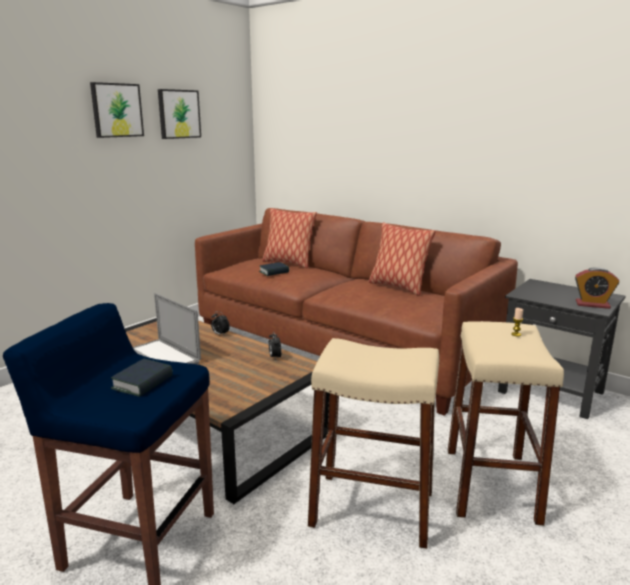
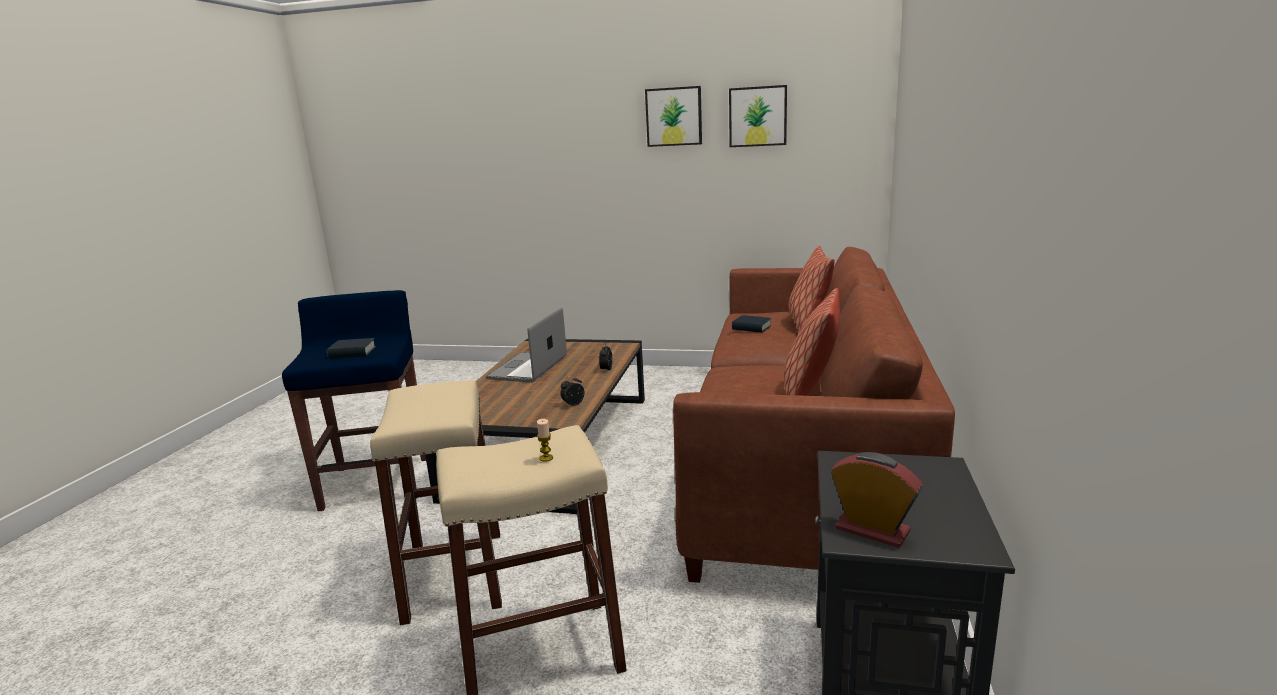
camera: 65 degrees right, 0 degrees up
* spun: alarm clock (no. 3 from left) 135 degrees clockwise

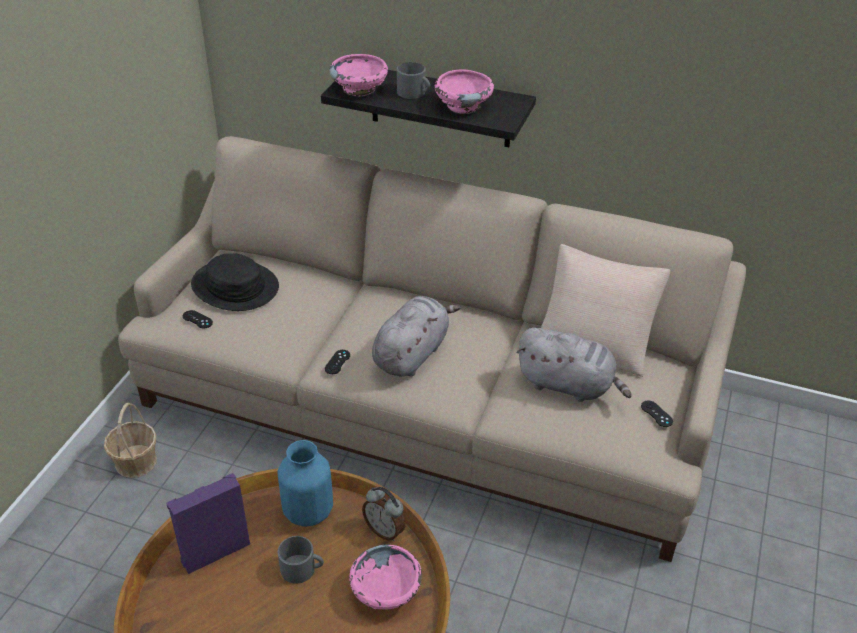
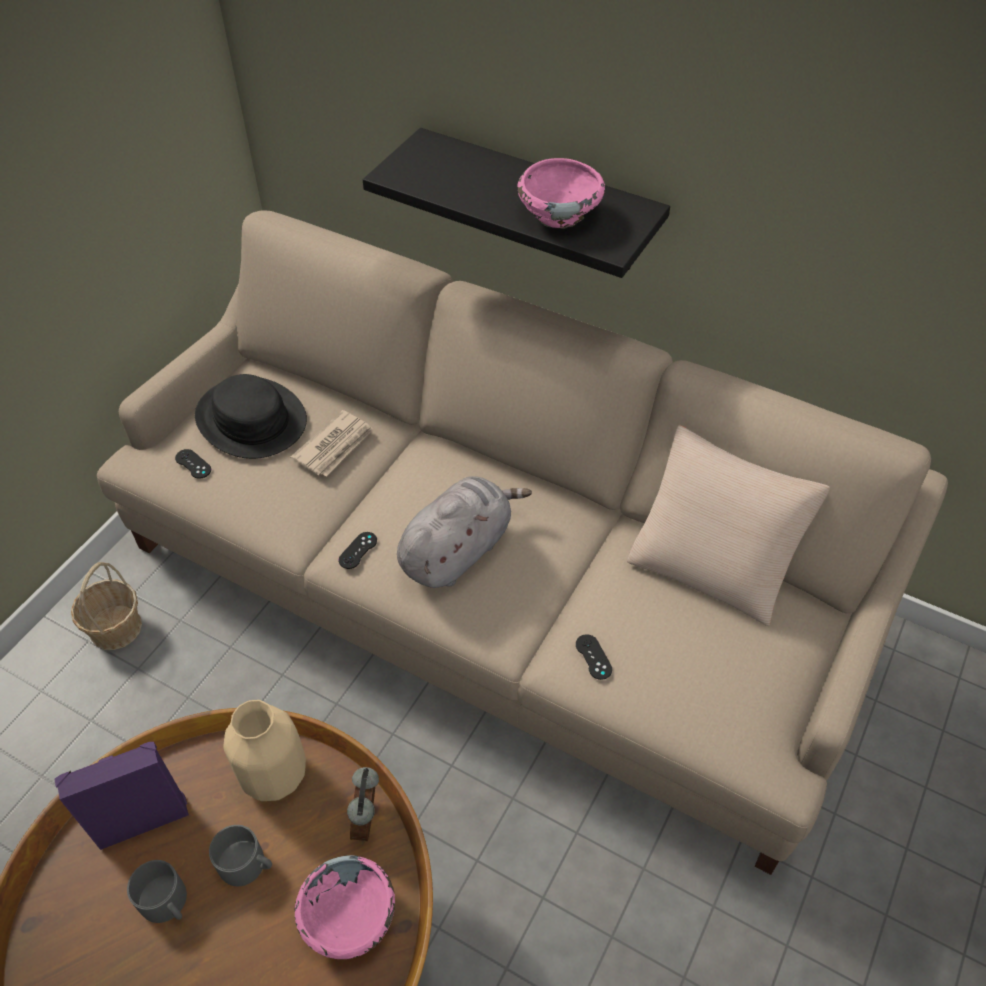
camera: 10 degrees right, 10 degrees up
* colour: blue vase to beige vase
* missing: pink bowl (no. 1 from left)
* spun: alarm clock 45 degrees clockwise
* relocated: grey mug (no. 2 from left in the first image) to grey mug (no. 1 from left)
* missing: grey plush toy (no. 2 from left)
* relocated: black game controller (no. 3 from left)
* appeared: newspaper

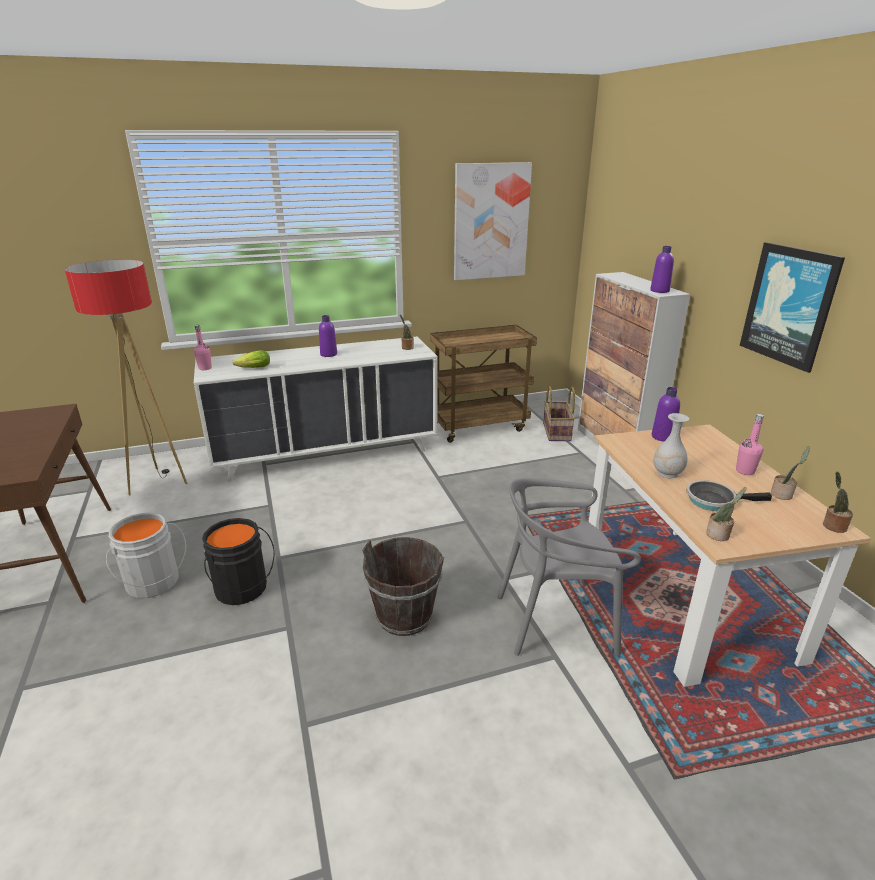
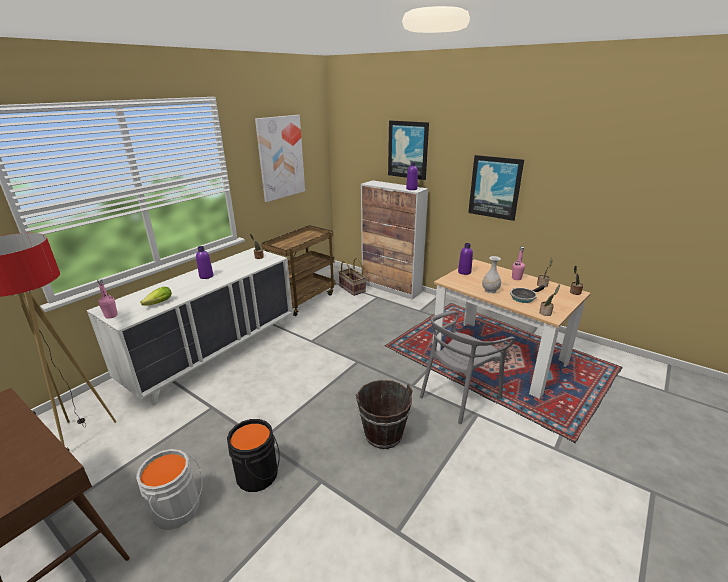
camera: 35 degrees left, 0 degrees up
* appeared: picture (no. 2 from left)

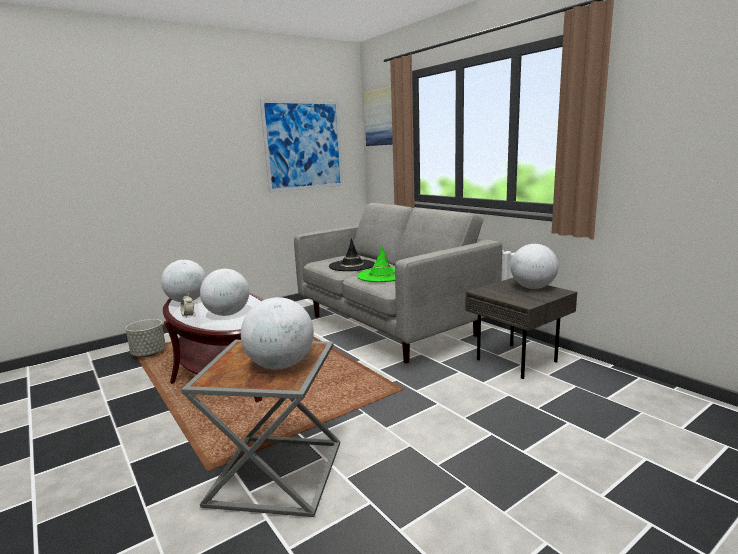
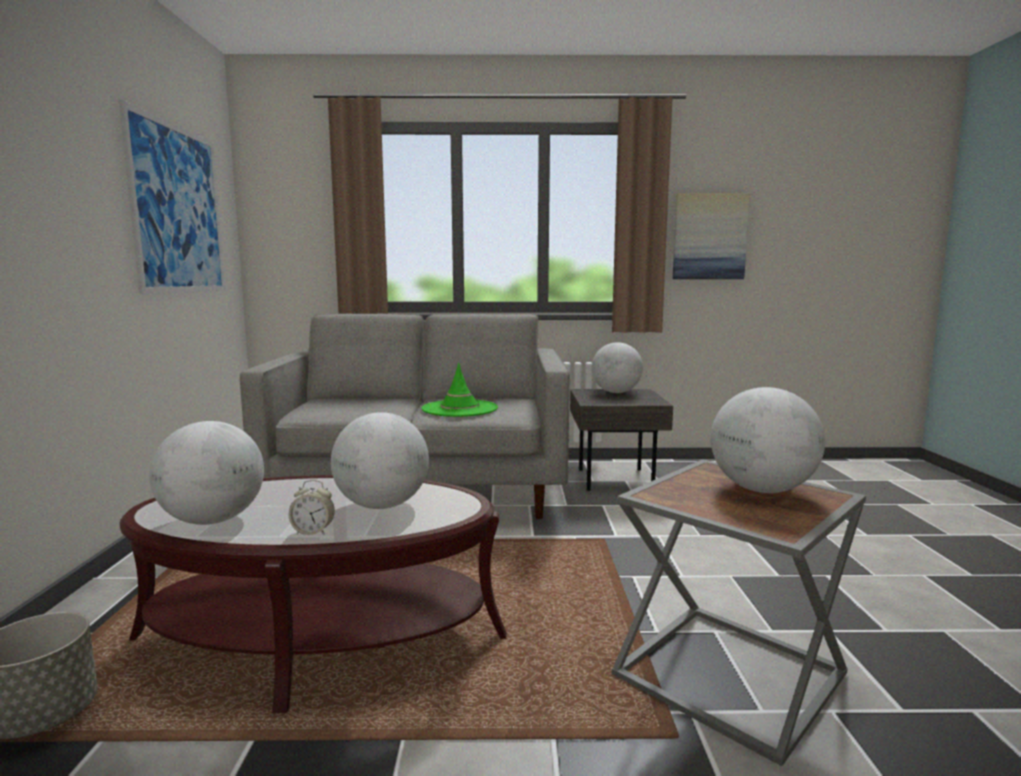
camera: 55 degrees left, 5 degrees down
* missing: black hat
* relocated: picture (no. 2 from left)

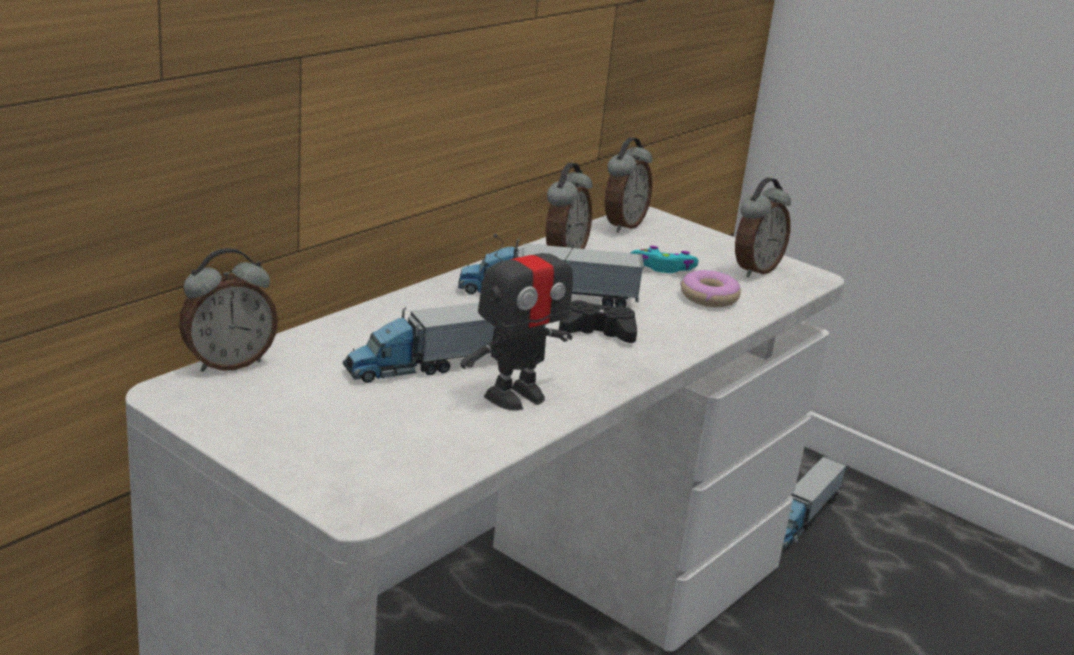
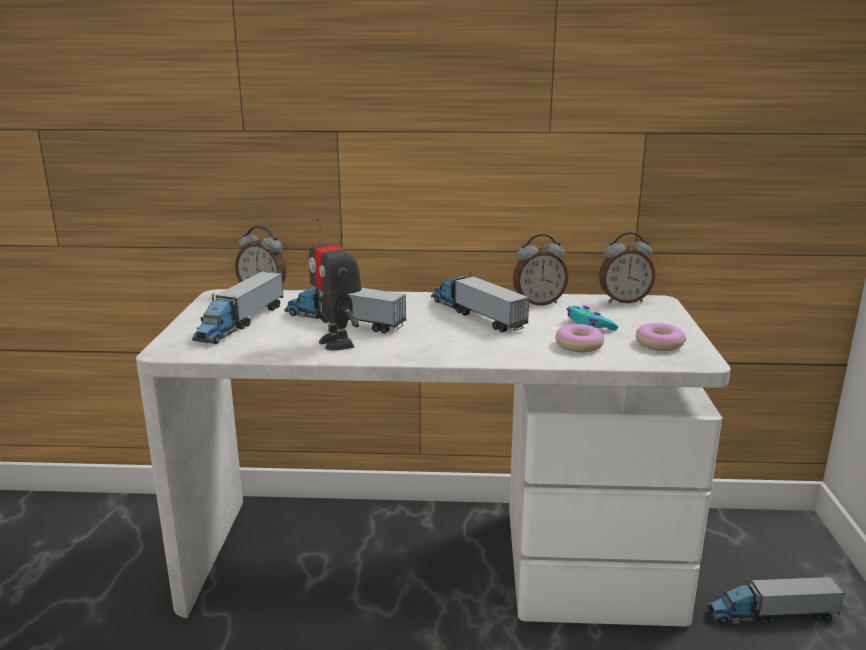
camera: 55 degrees right, 5 degrees down
* spun: toy robot 45 degrees clockwise
* missing: black game controller
* exchanged: alarm clock (no. 4 from left) to donut (no. 2 from left)
* appeared: toy truck (no. 1 from left)

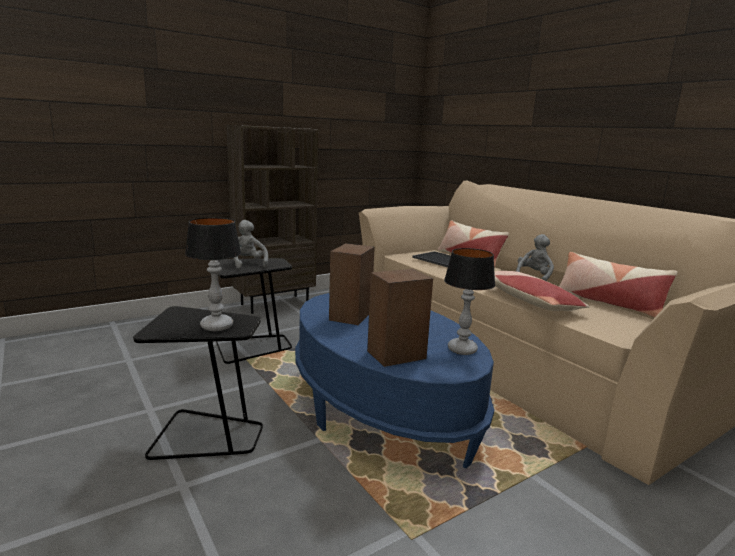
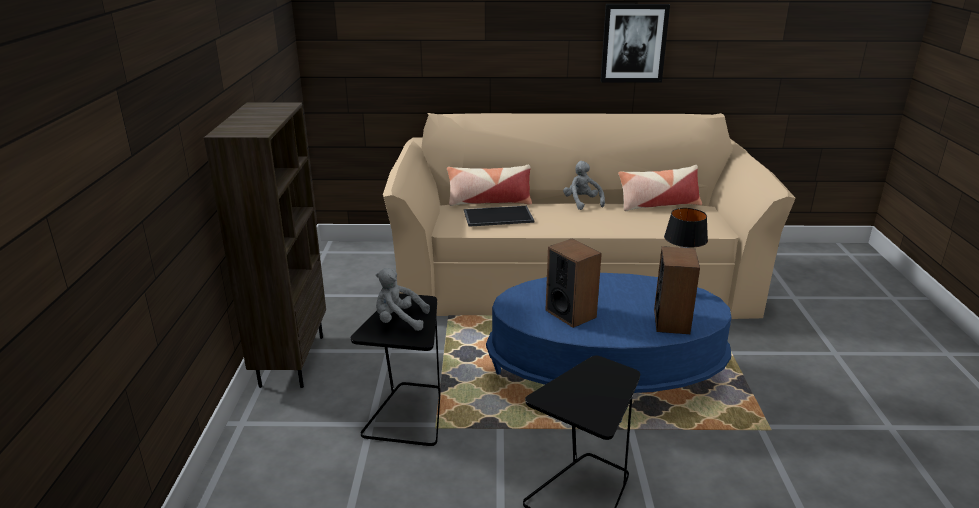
camera: 55 degrees left, 10 degrees up
* missing: table lamp (no. 1 from left)
* missing: pillow (no. 2 from left)
* appeared: picture

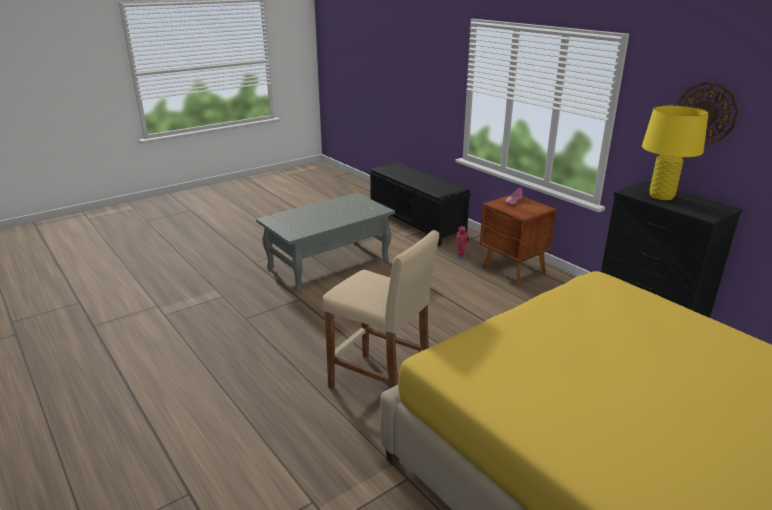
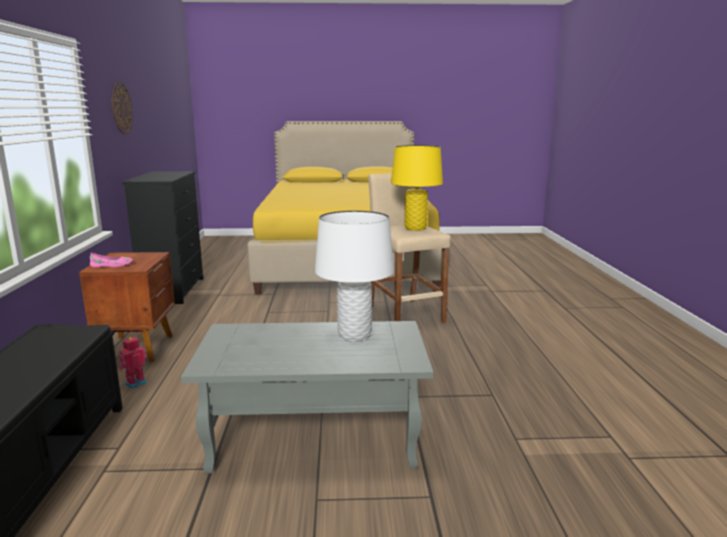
camera: 145 degrees left, 10 degrees down
* relocated: yellow table lamp
* appeared: white table lamp

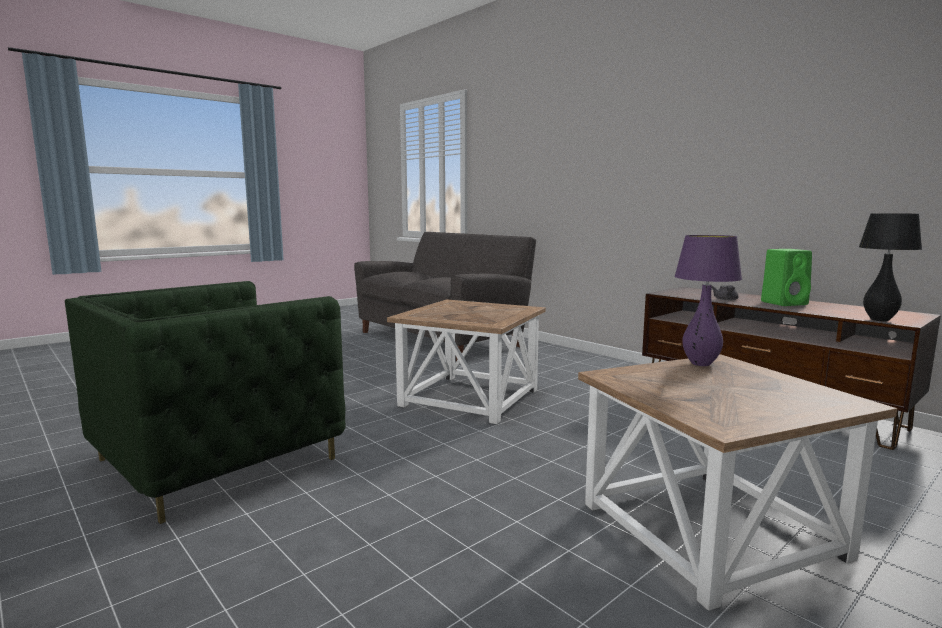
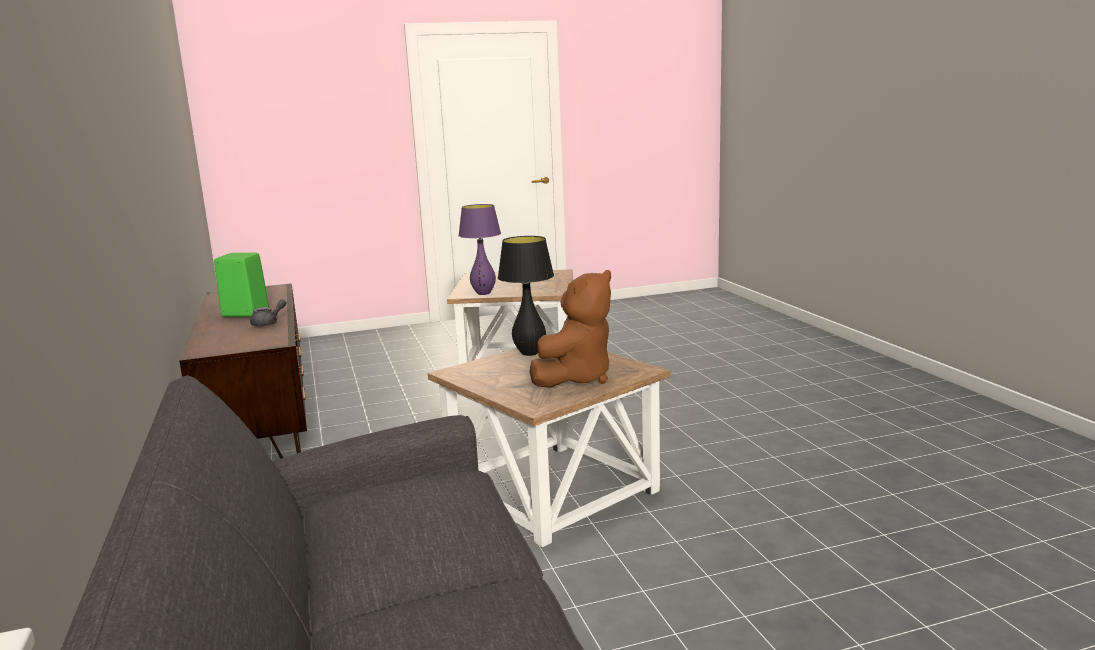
camera: 155 degrees left, 5 degrees up
* missing: green armchair
* relocated: black table lamp
* appeared: brown plush toy

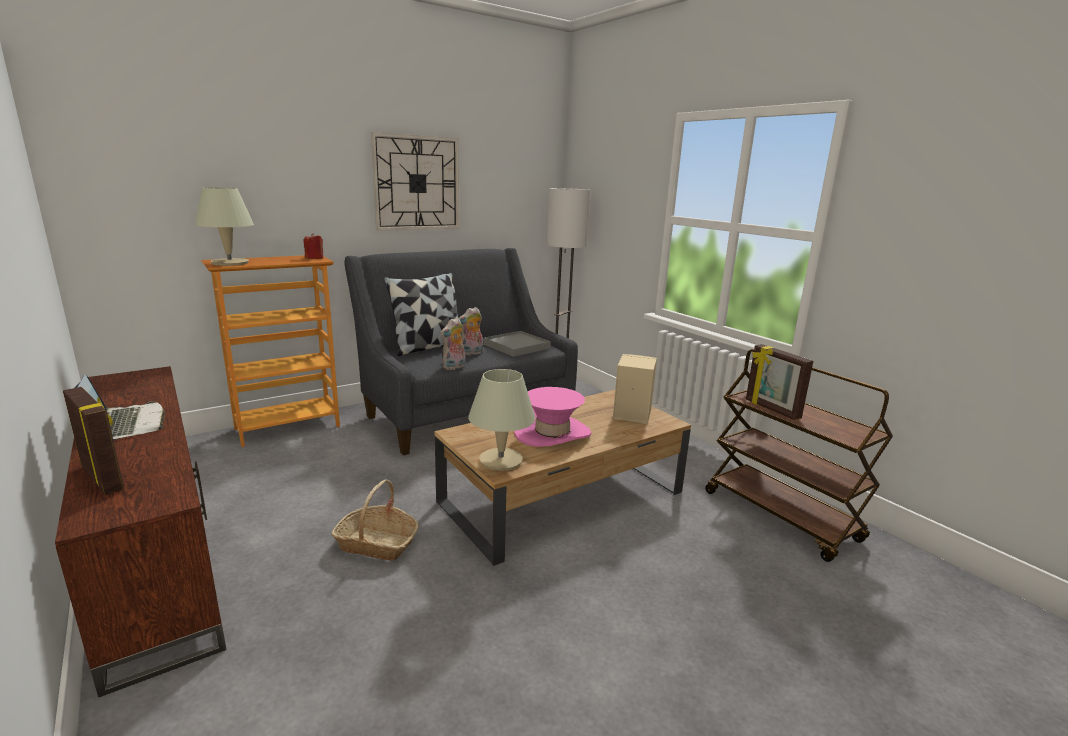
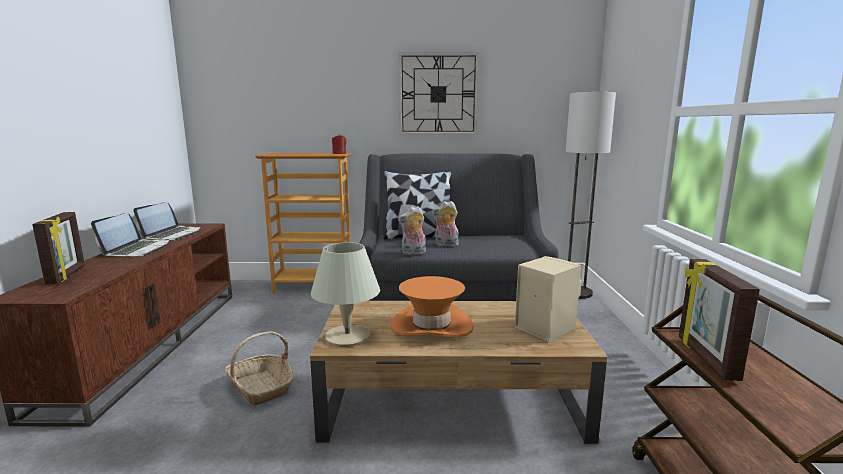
camera: 35 degrees right, 5 degrees down
* missing: beige table lamp (no. 1 from left)
* missing: grey tray
* colour: pink hat to orange hat
* appeared: laptop (no. 2 from left)

